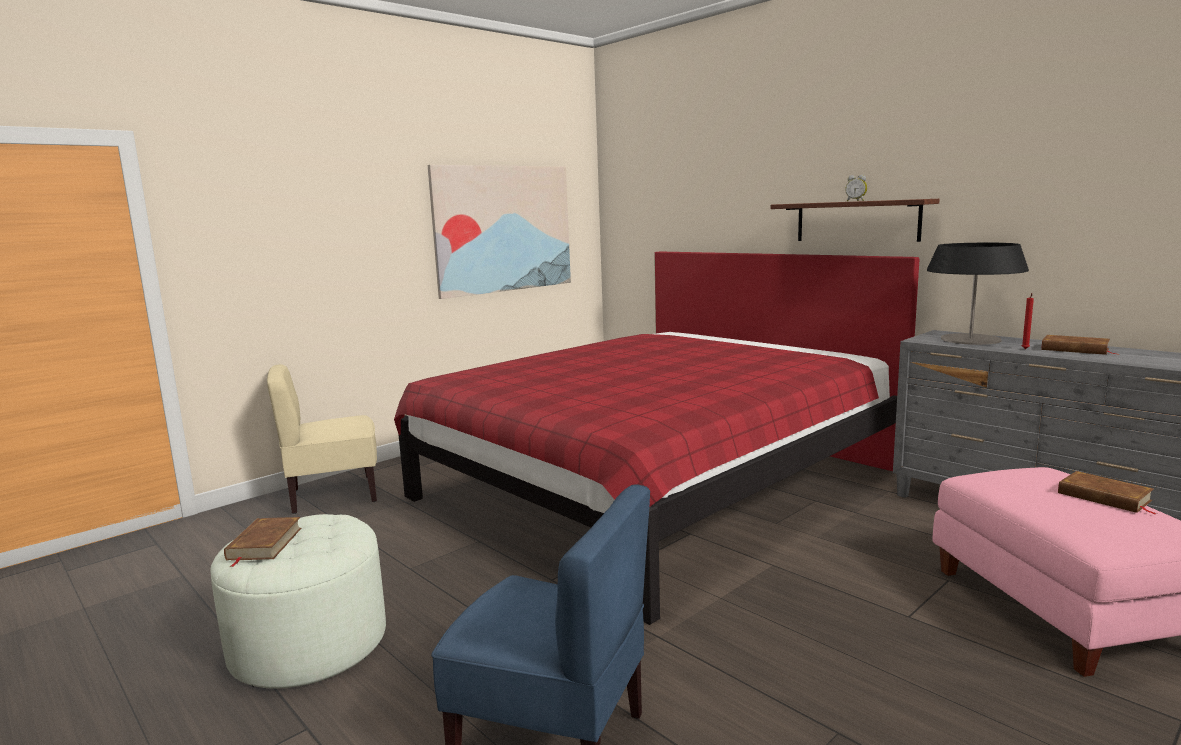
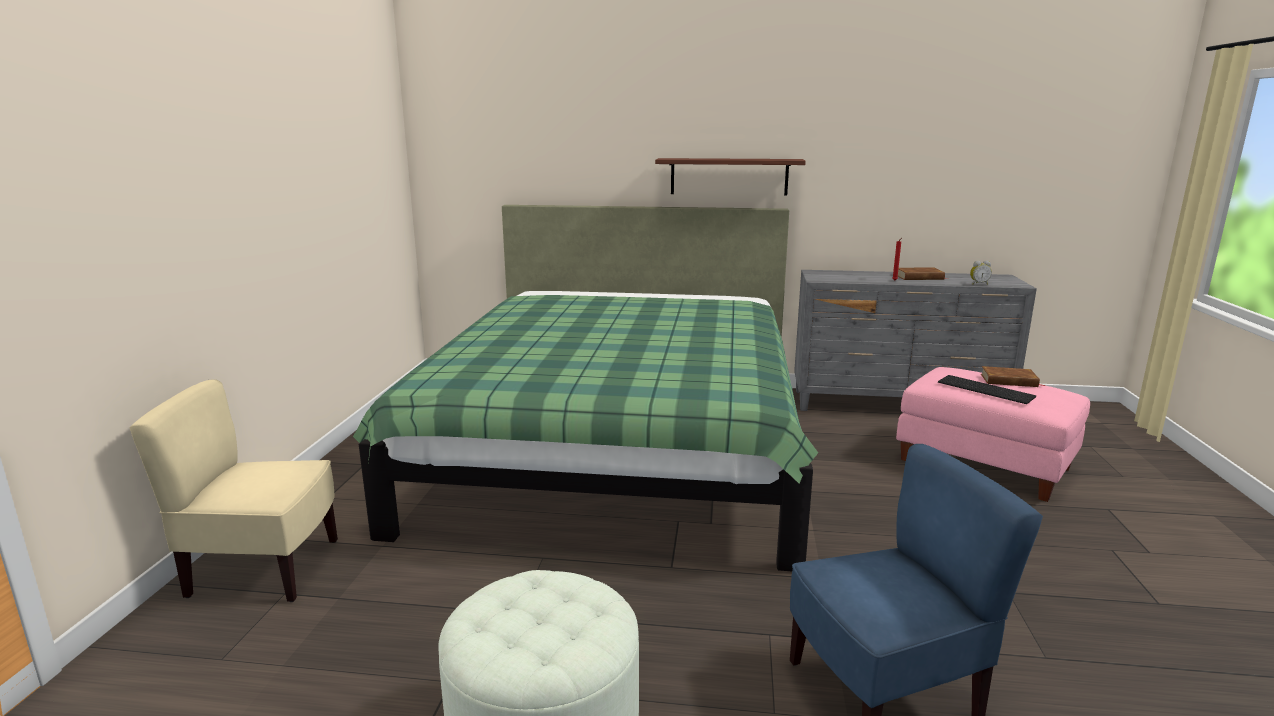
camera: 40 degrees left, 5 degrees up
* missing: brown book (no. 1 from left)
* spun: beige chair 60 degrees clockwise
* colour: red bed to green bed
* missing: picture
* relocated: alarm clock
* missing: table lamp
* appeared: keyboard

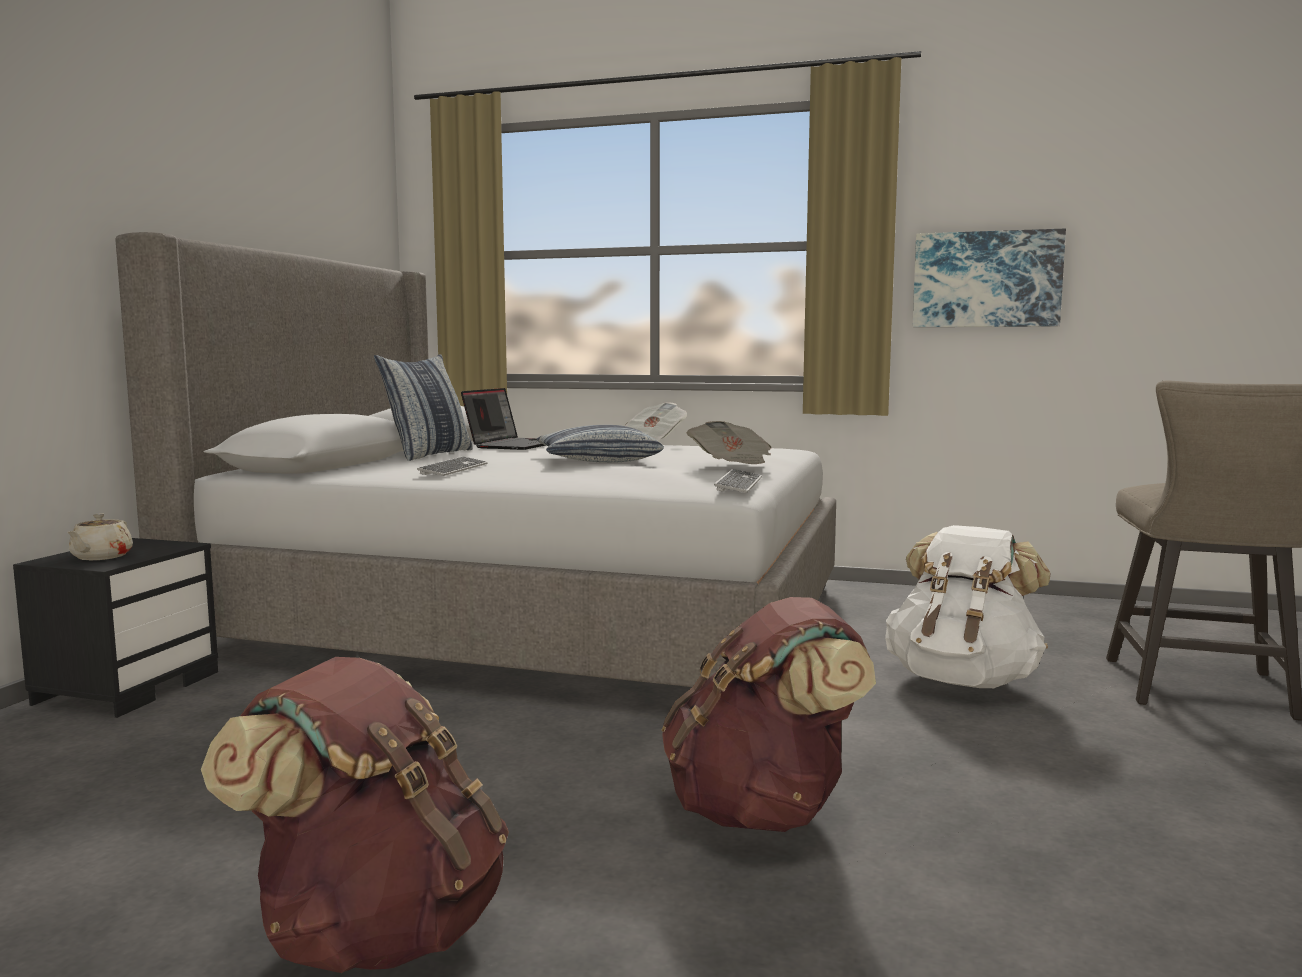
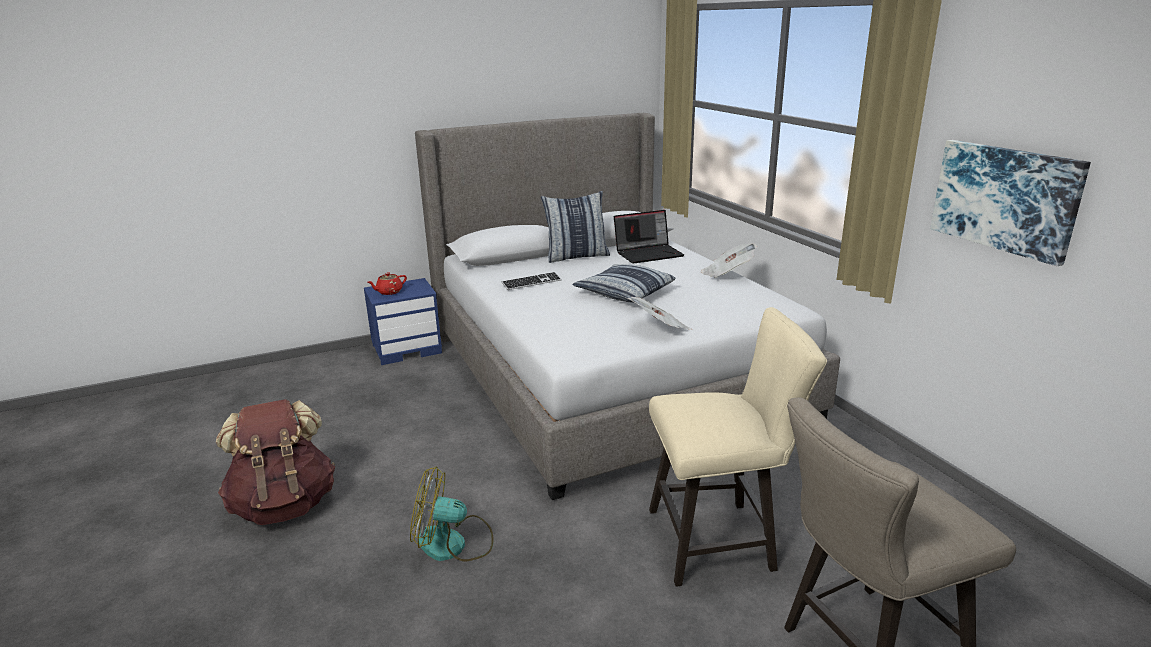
camera: 50 degrees right, 15 degrees up
* colour: black nightstand to blue nightstand
* colour: beige teapot to red teapot
* exchanged: brown backpack (no. 2 from left) to fan
* missing: keyboard (no. 2 from left)
* exchanged: white backpack to beige stool (no. 1 from left)

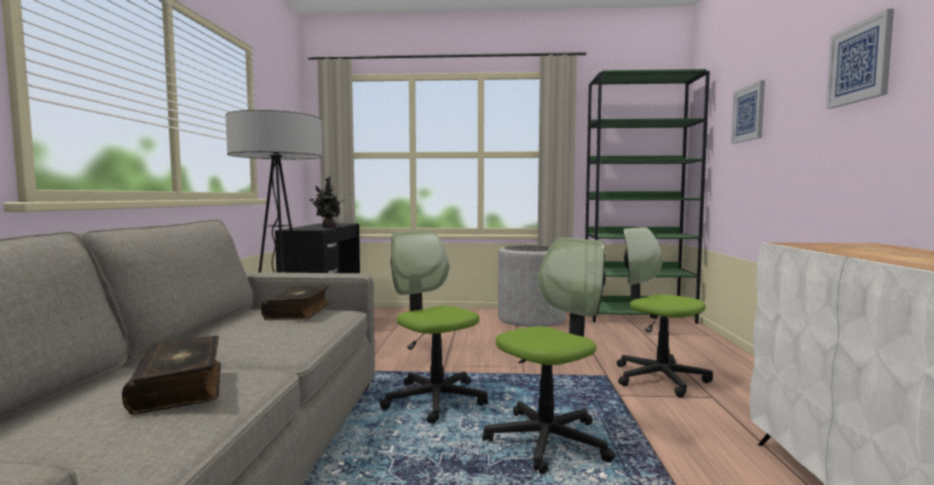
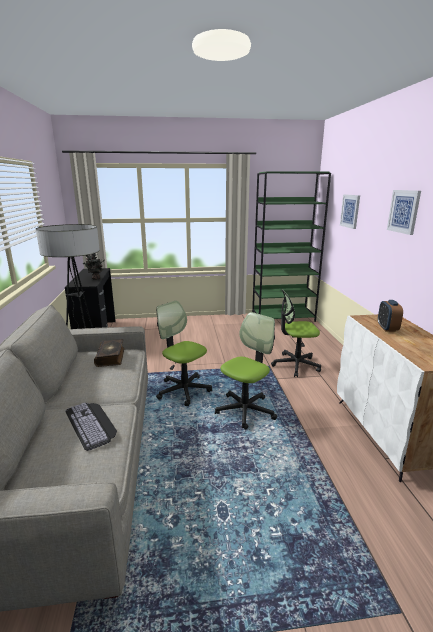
camera: 10 degrees left, 15 degrees up
* exchanged: book (no. 1 from left) to keyboard
* missing: grey planter
* spun: office chair (no. 3 from left) 45 degrees counterclockwise
* appeared: alarm clock

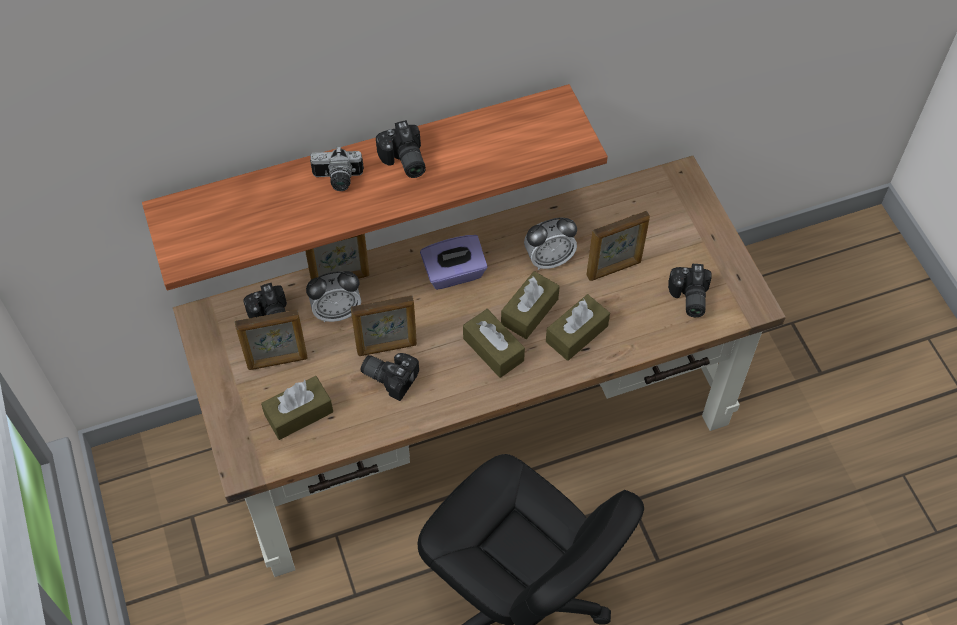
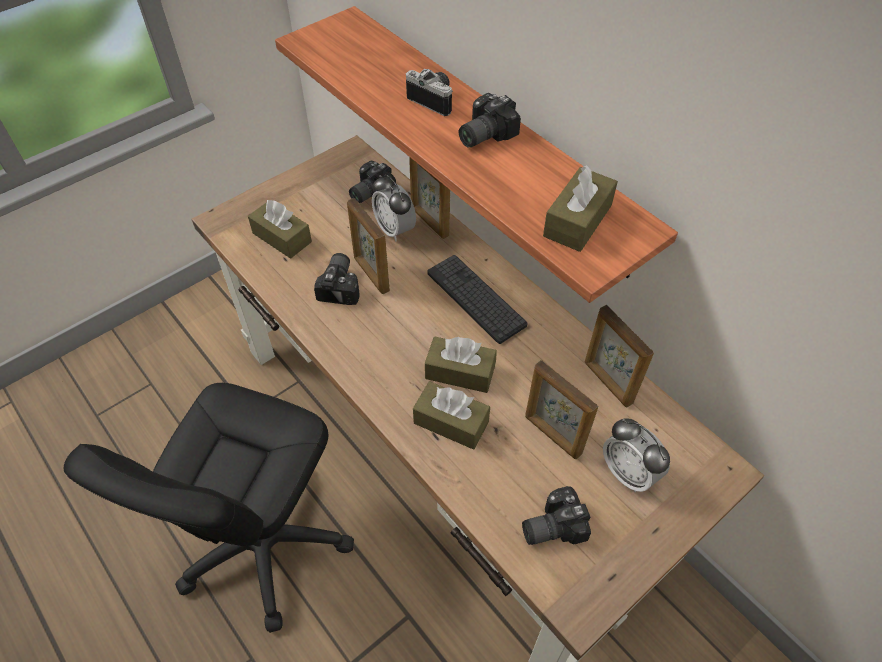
camera: 70 degrees right, 5 degrees down
* relocated: picture frame (no. 1 from left in the first image) to picture frame (no. 4 from left)
* spun: photo camera (no. 2 from left in the first image) 150 degrees clockwise
* exchanged: purple tissue box to keyboard
* relocated: brown tissue box (no. 2 from left in the first image) to brown tissue box (no. 4 from left)
* relocated: alarm clock (no. 2 from left)

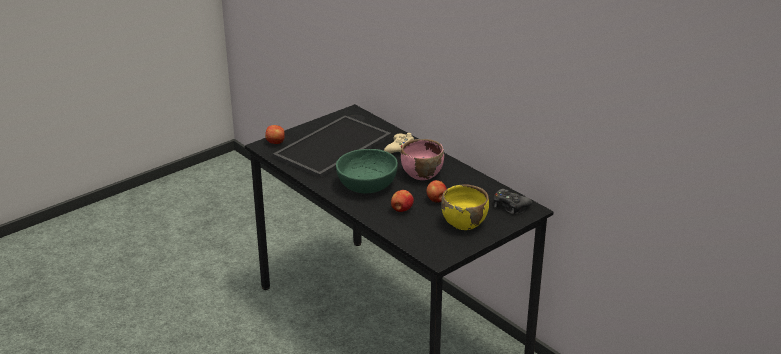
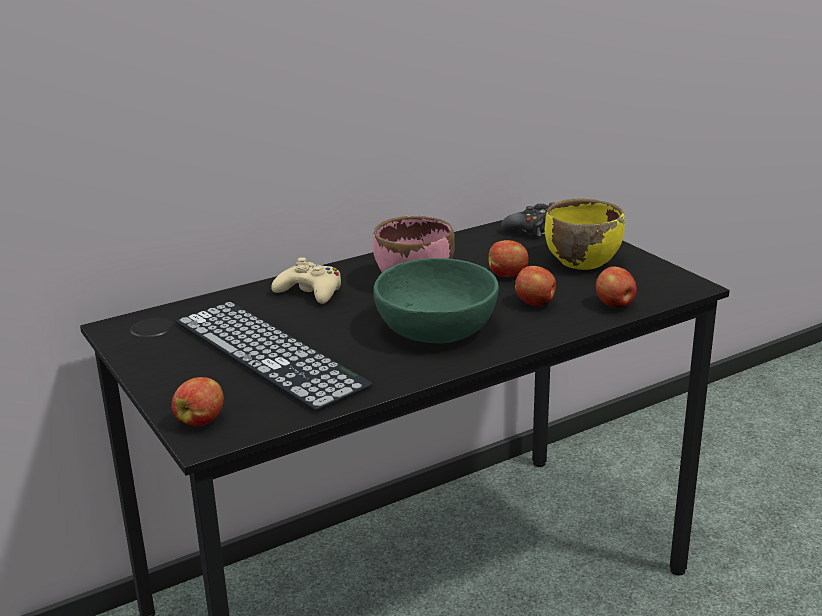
camera: 80 degrees left, 5 degrees down
* exchanged: tray to keyboard
* appeared: apple (no. 4 from left)

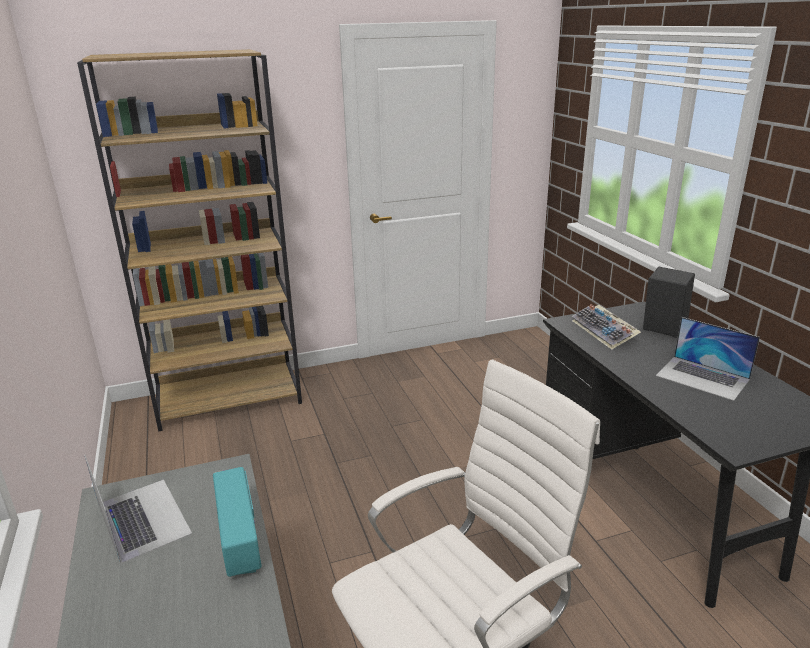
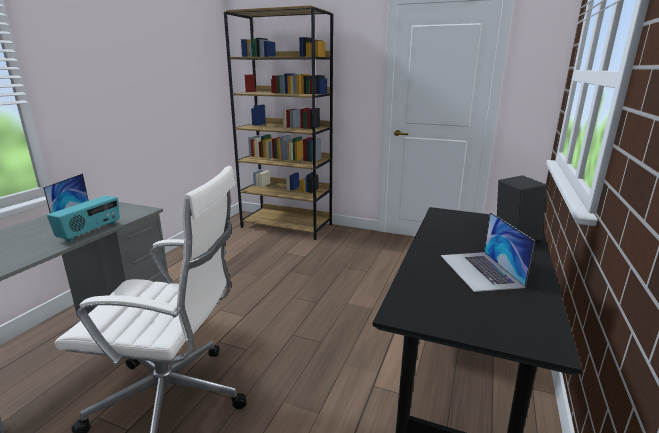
camera: 40 degrees right, 5 degrees down
* missing: keyboard

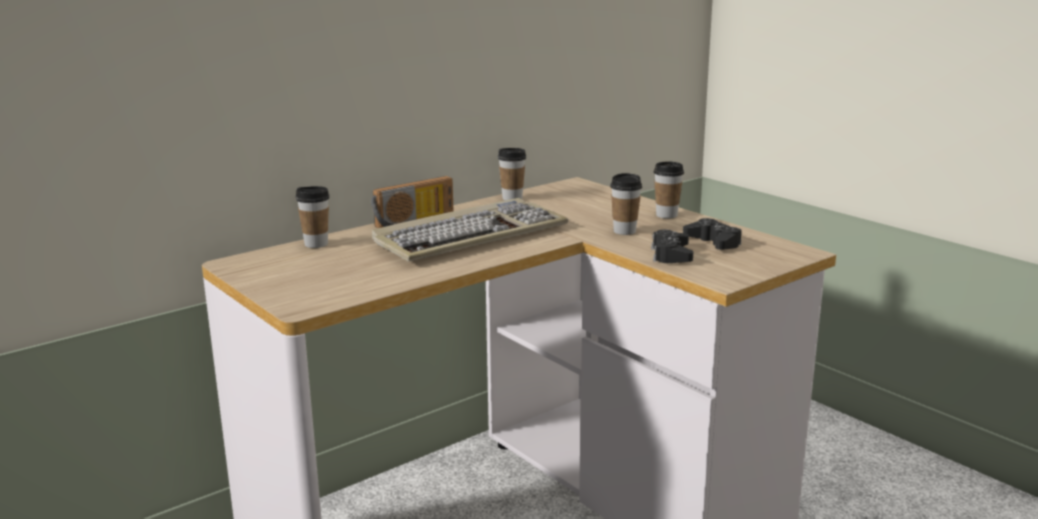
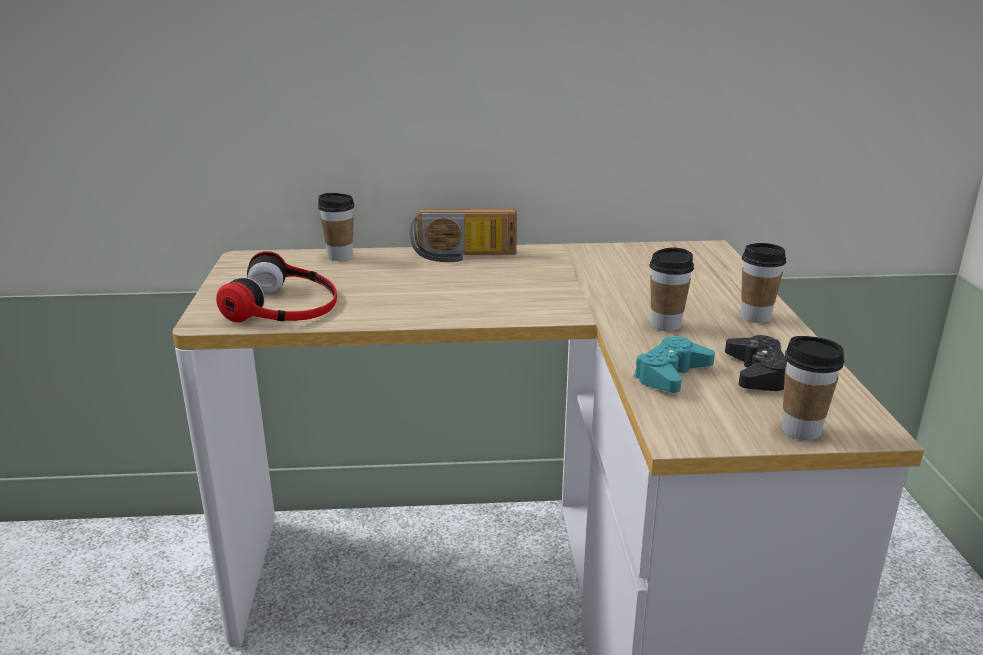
camera: 35 degrees right, 5 degrees up
* missing: keyboard
* relocated: cup (no. 2 from left in the first image) to cup (no. 4 from left)
* colour: black game controller (no. 1 from left) to turquoise game controller
* appeared: headphones

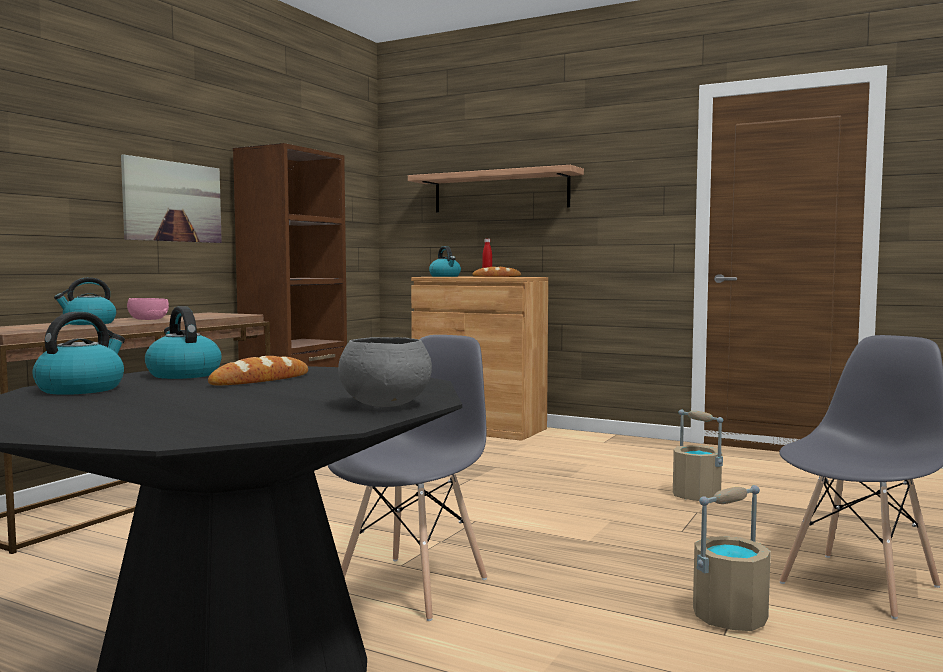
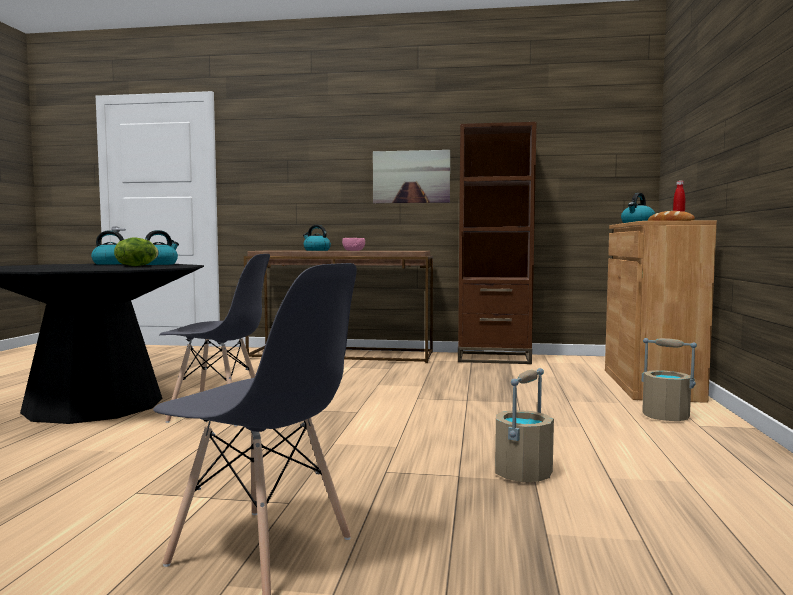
camera: 70 degrees right, 0 degrees up
* exchanged: bread (no. 1 from left) to lettuce
* missing: grey bowl
* missing: shelf
* relocated: beige bucket (no. 2 from left)

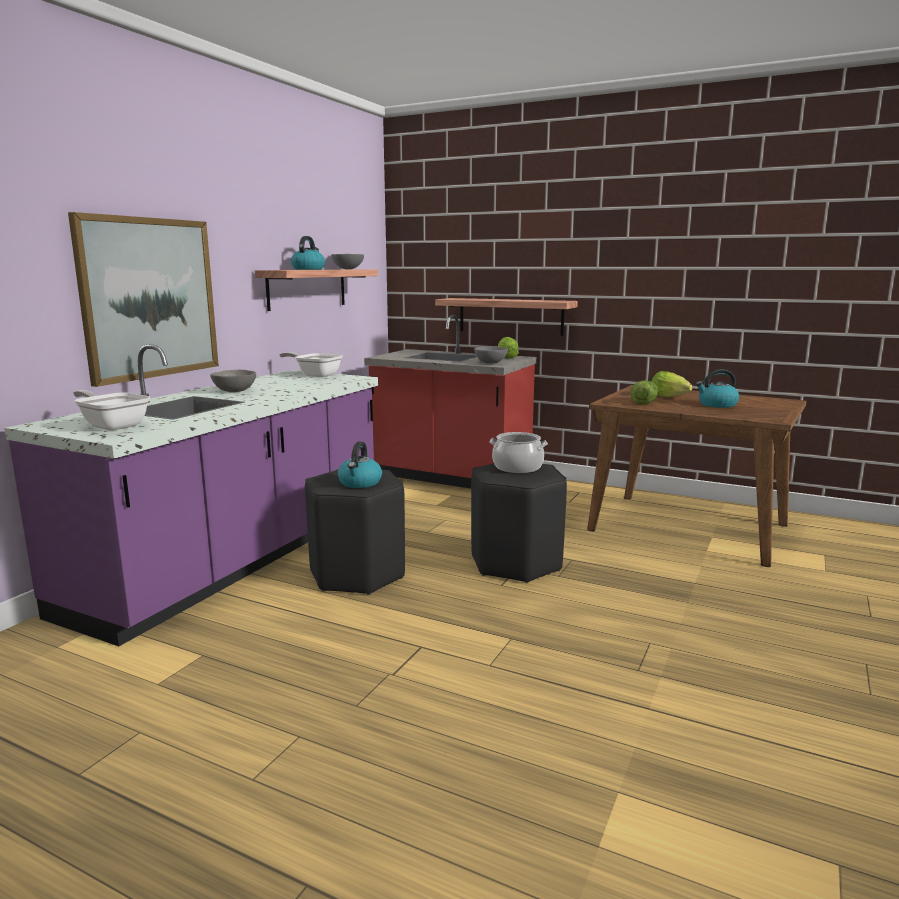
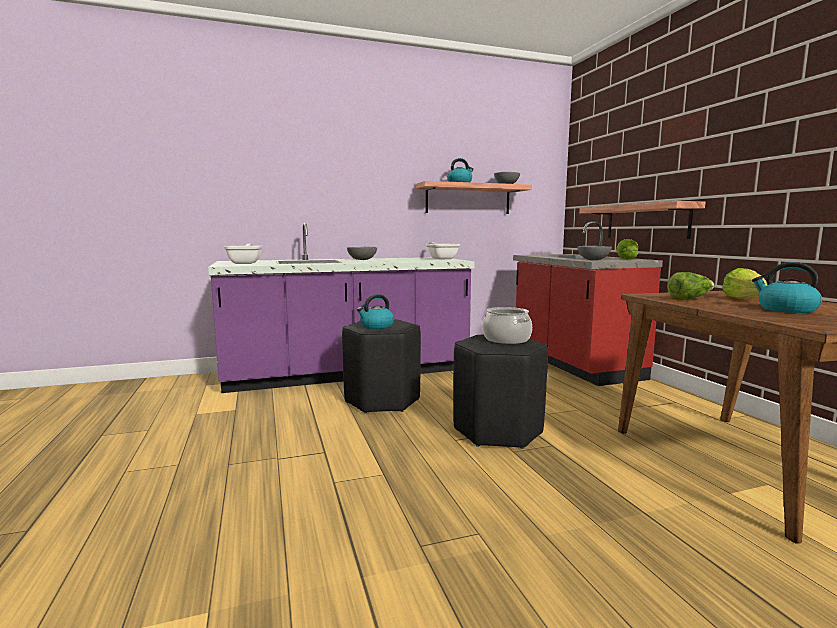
camera: 45 degrees right, 5 degrees down
* missing: picture

